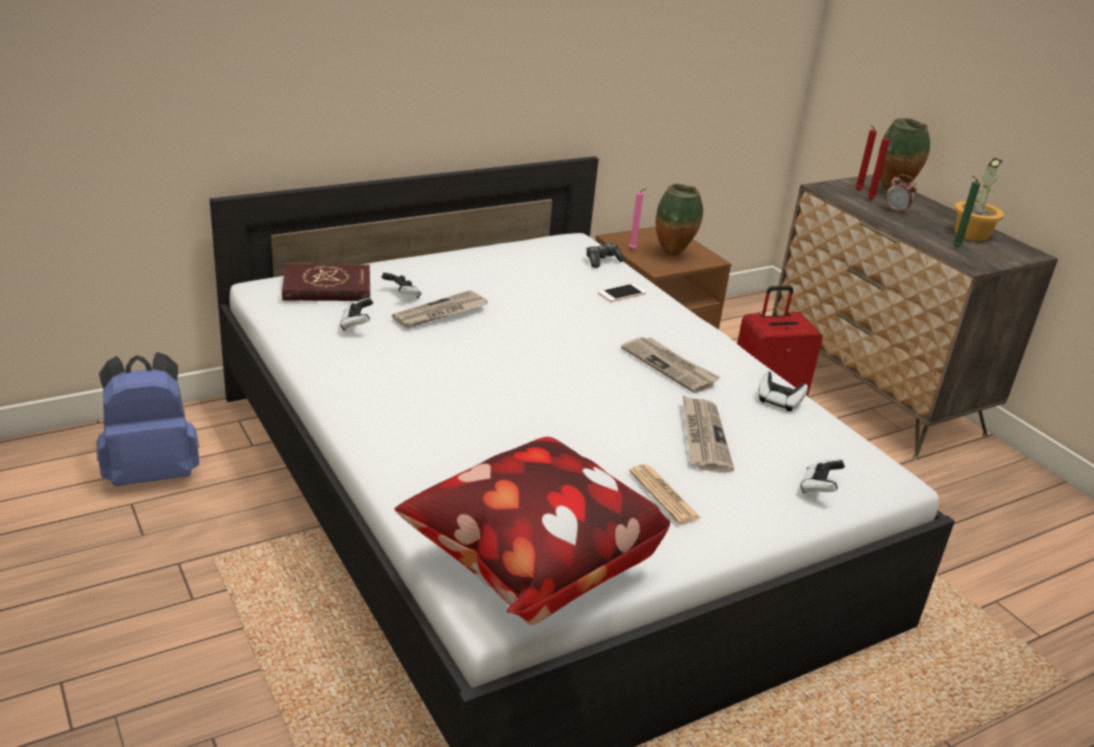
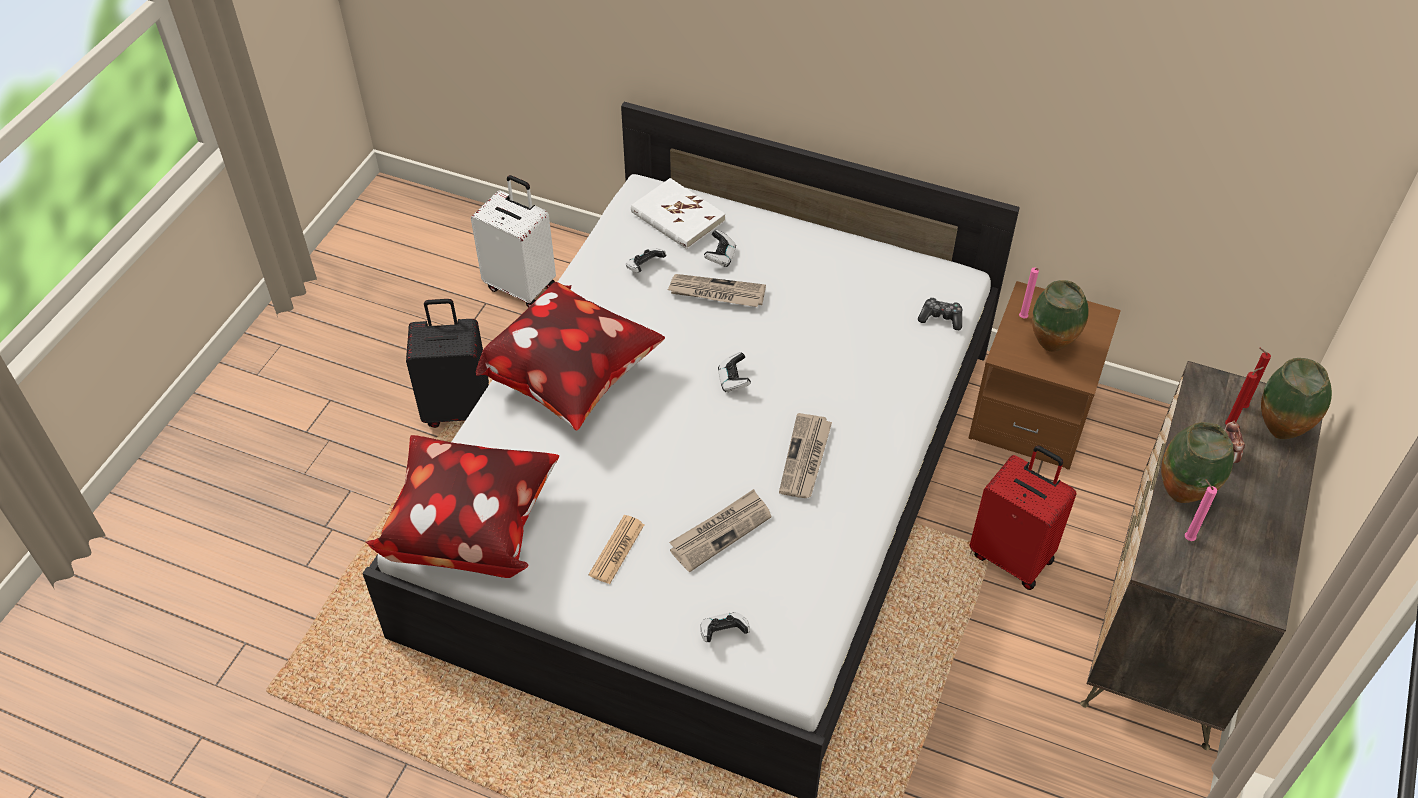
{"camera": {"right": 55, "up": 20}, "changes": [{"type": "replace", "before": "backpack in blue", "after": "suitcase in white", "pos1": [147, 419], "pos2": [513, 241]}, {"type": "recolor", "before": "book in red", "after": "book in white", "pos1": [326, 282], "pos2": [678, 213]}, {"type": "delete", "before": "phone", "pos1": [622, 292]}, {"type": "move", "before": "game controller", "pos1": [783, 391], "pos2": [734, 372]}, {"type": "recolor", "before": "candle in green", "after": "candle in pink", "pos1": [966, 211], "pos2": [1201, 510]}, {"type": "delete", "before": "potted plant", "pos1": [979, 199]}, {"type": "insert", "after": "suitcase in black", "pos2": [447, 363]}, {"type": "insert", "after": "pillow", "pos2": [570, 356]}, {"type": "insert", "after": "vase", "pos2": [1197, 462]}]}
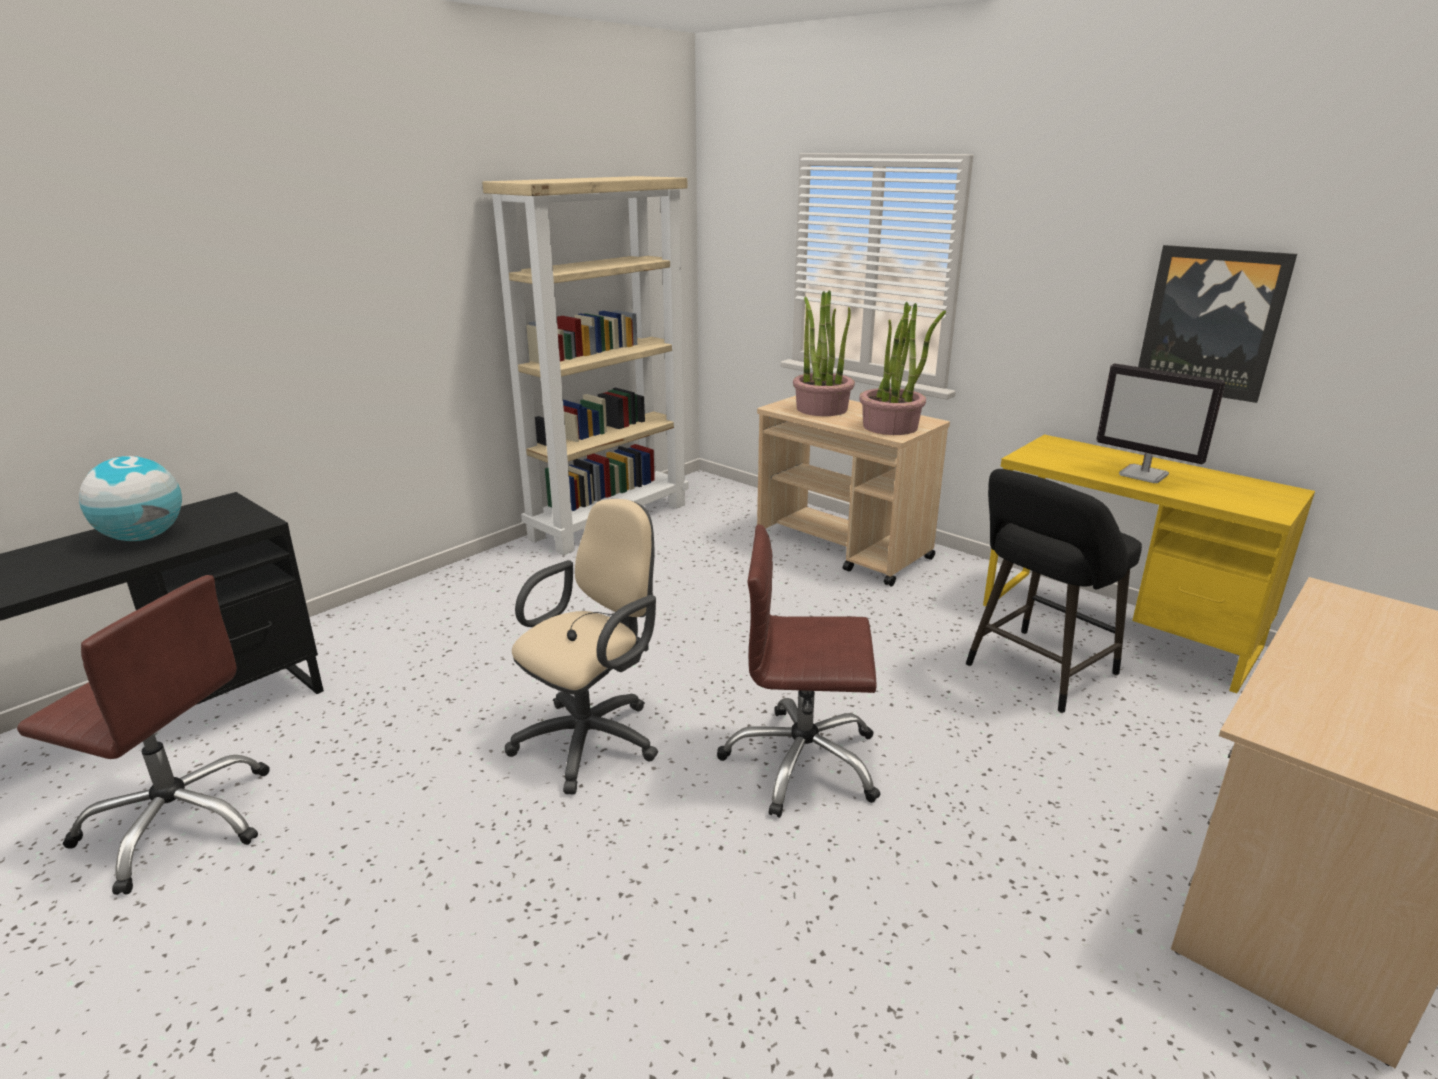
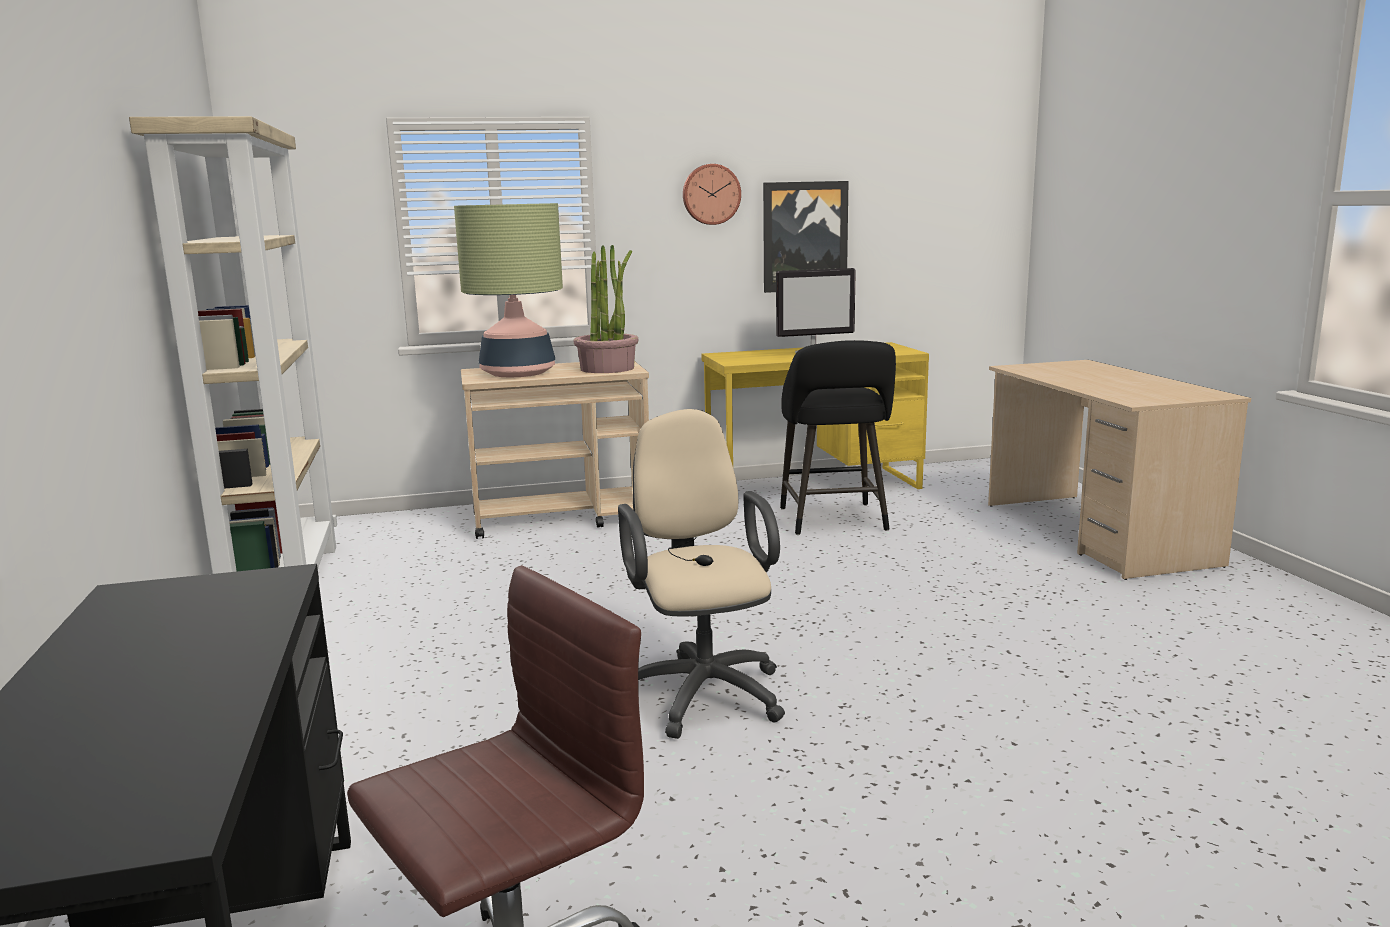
{"camera": {"right": -55, "up": -10}, "changes": [{"type": "delete", "before": "globe", "pos1": [130, 498]}, {"type": "delete", "before": "office chair in brown", "pos1": [799, 671]}, {"type": "replace", "before": "potted plant", "after": "table lamp", "pos1": [824, 353], "pos2": [508, 290]}, {"type": "insert", "after": "wall clock", "pos2": [712, 194]}]}
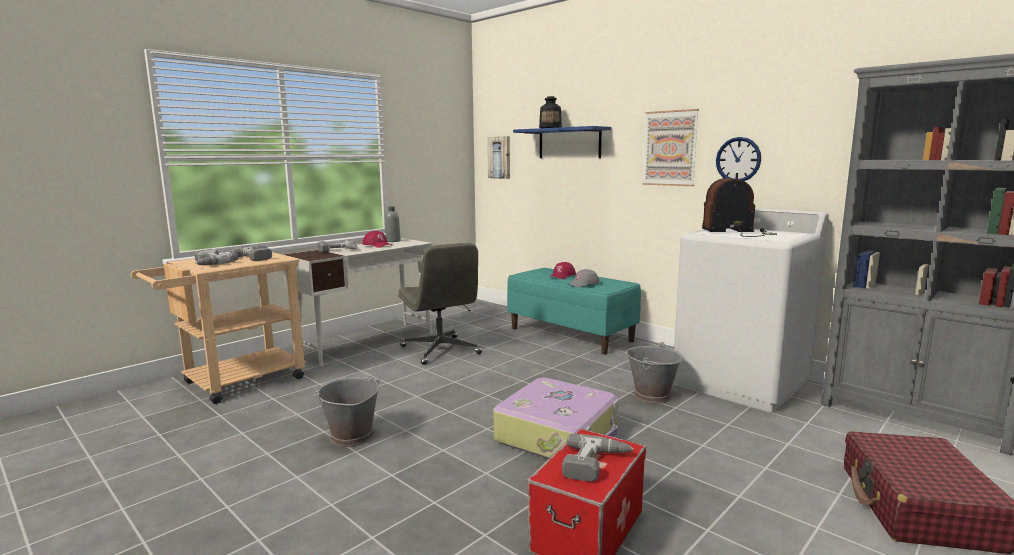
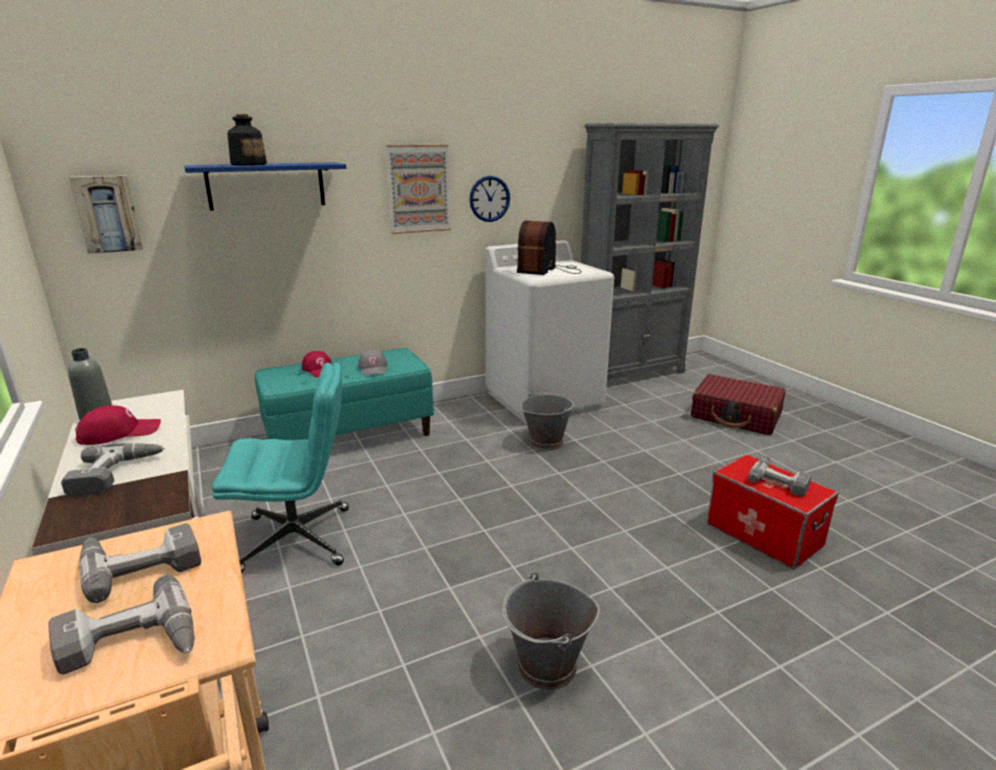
{"camera": {"right": -70, "up": 10}, "changes": [{"type": "recolor", "before": "office chair in grey", "after": "office chair in turquoise", "pos1": [440, 304], "pos2": [280, 468]}, {"type": "delete", "before": "suitcase", "pos1": [556, 418]}]}
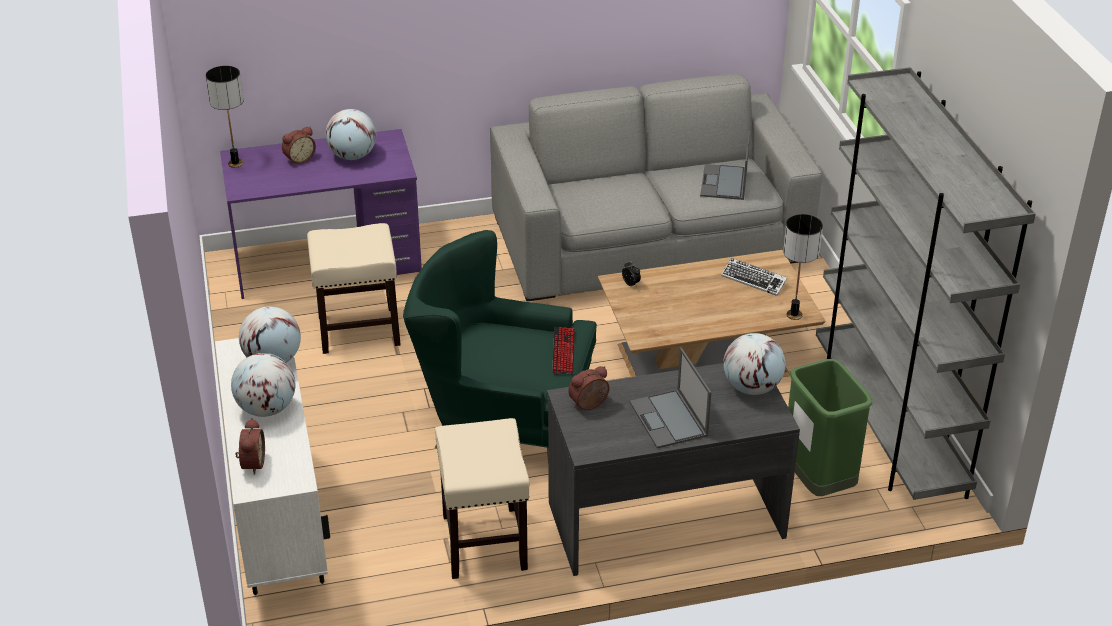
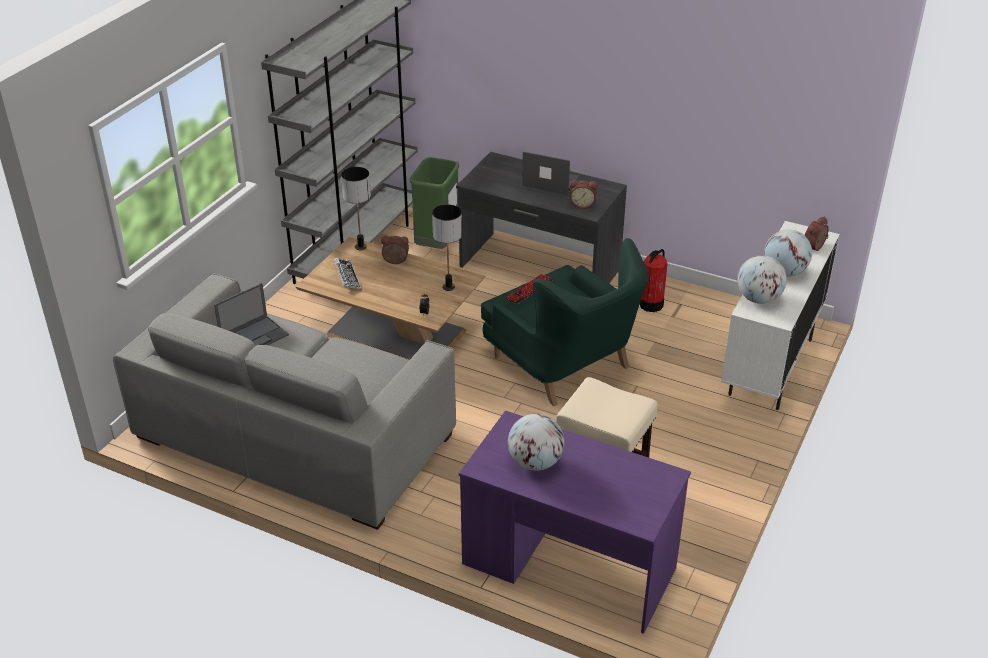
{"camera": {"right": -140, "up": 0}, "changes": [{"type": "move", "before": "table lamp", "pos1": [224, 117], "pos2": [447, 247]}, {"type": "move", "before": "alarm clock", "pos1": [299, 146], "pos2": [395, 250]}, {"type": "replace", "before": "stool in beige", "after": "fire extinguisher", "pos1": [482, 498], "pos2": [654, 280]}, {"type": "rotate", "before": "laptop", "pos1": [670, 398], "pos2": [550, 173], "turn": -90}, {"type": "delete", "before": "globe", "pos1": [754, 364]}]}
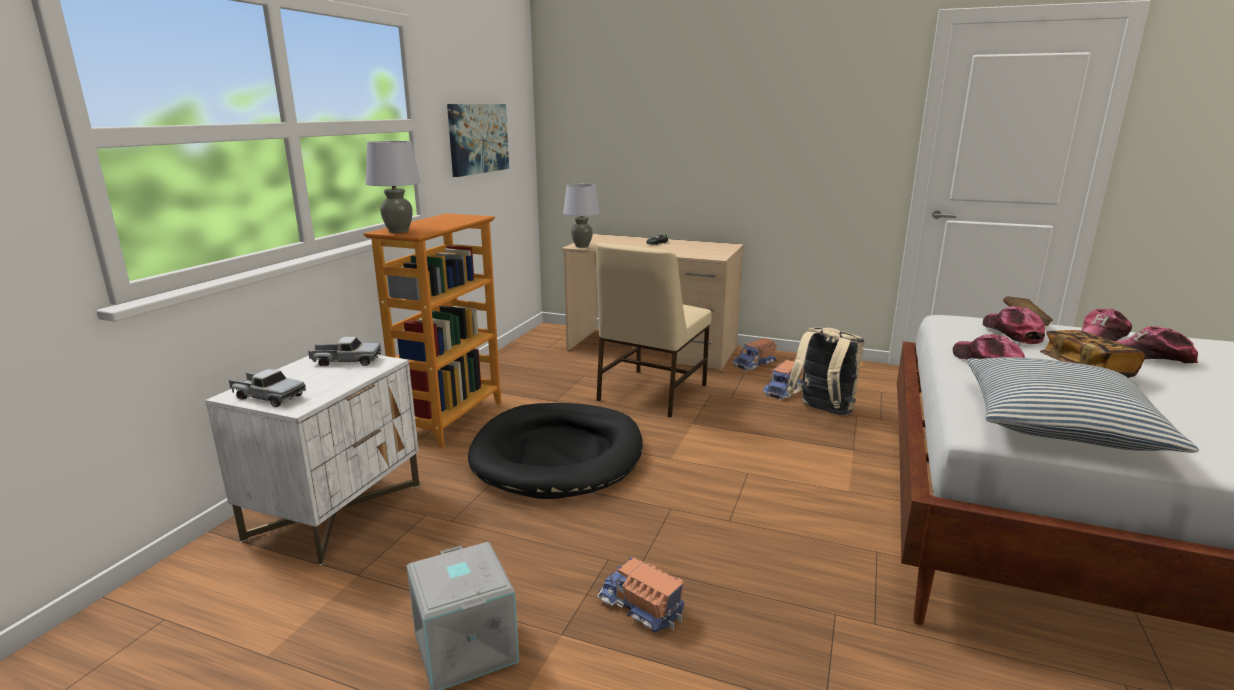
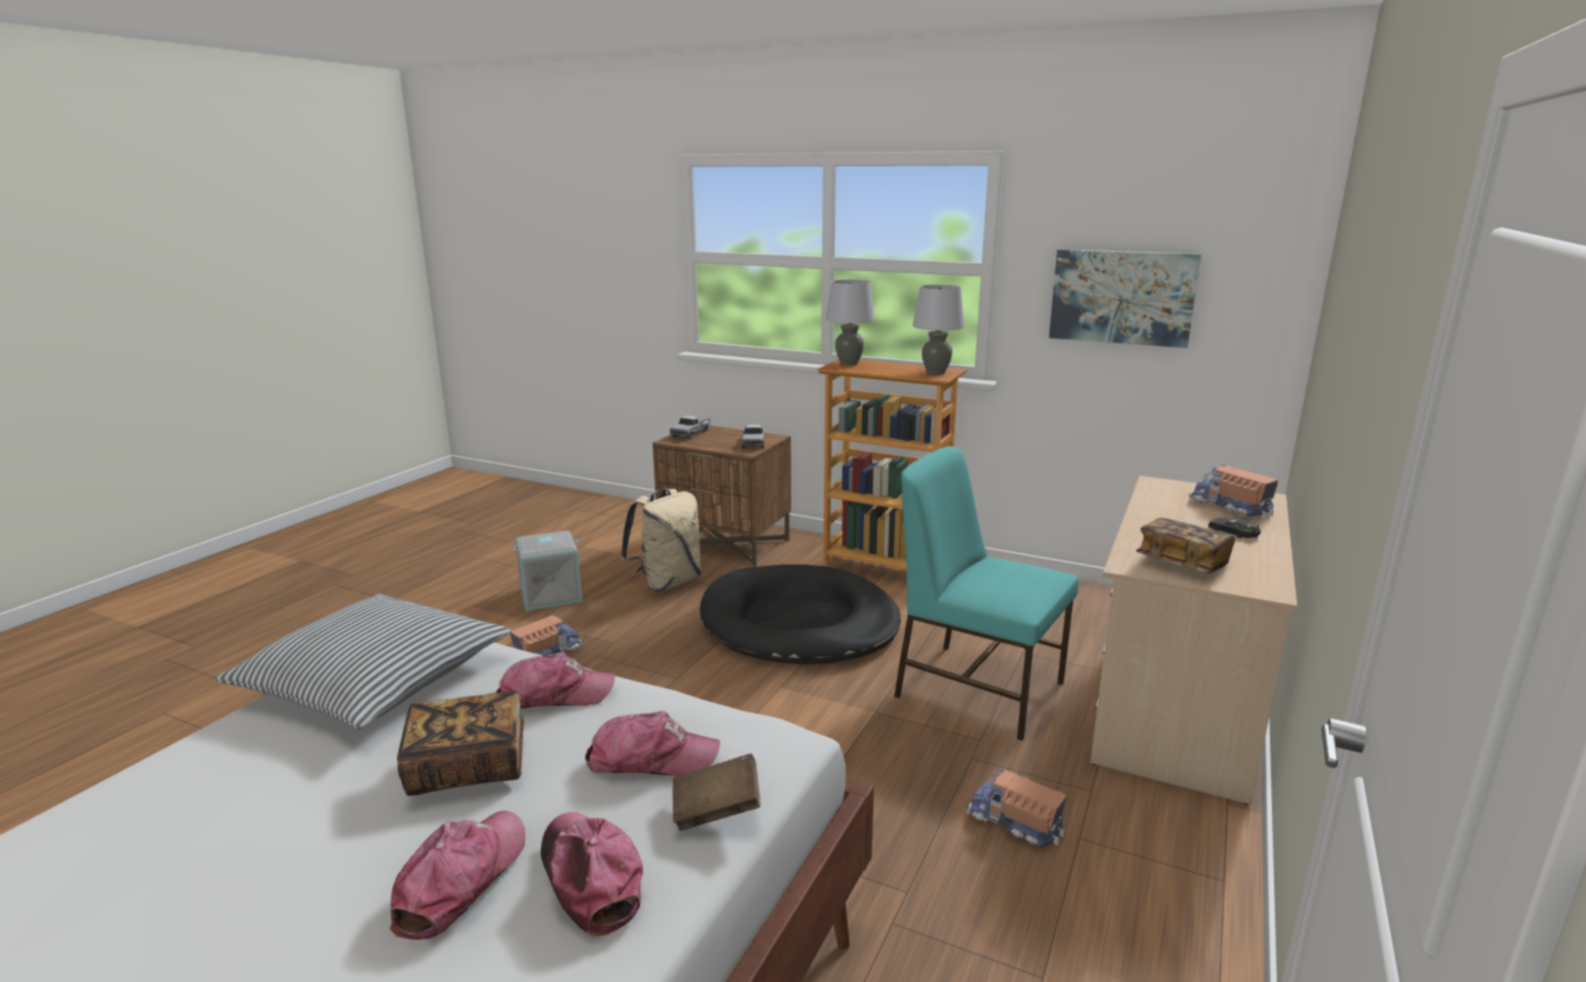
{"camera": {"right": 95, "up": 0}, "changes": [{"type": "recolor", "before": "nightstand in white", "after": "nightstand in brown", "pos1": [312, 460], "pos2": [722, 496]}, {"type": "move", "before": "table lamp in grey", "pos1": [581, 216], "pos2": [939, 329]}, {"type": "recolor", "before": "chair in beige", "after": "chair in turquoise", "pos1": [654, 331], "pos2": [986, 593]}, {"type": "move", "before": "toy truck", "pos1": [755, 354], "pos2": [1233, 492]}, {"type": "move", "before": "backpack in beige", "pos1": [825, 372], "pos2": [660, 540]}, {"type": "insert", "after": "book", "pos2": [1185, 546]}]}
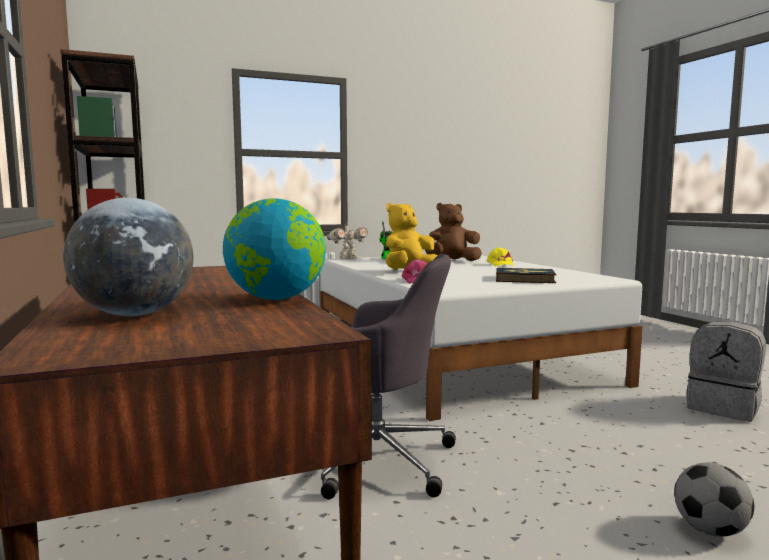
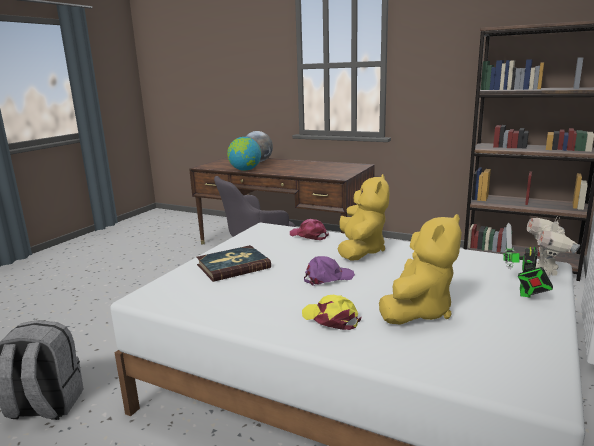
{"camera": {"right": 140, "up": 10}, "changes": [{"type": "recolor", "before": "plush toy in brown", "after": "plush toy in yellow", "pos1": [453, 232], "pos2": [420, 269]}, {"type": "delete", "before": "football", "pos1": [714, 500]}, {"type": "insert", "after": "cap in purple", "pos2": [329, 271]}]}
